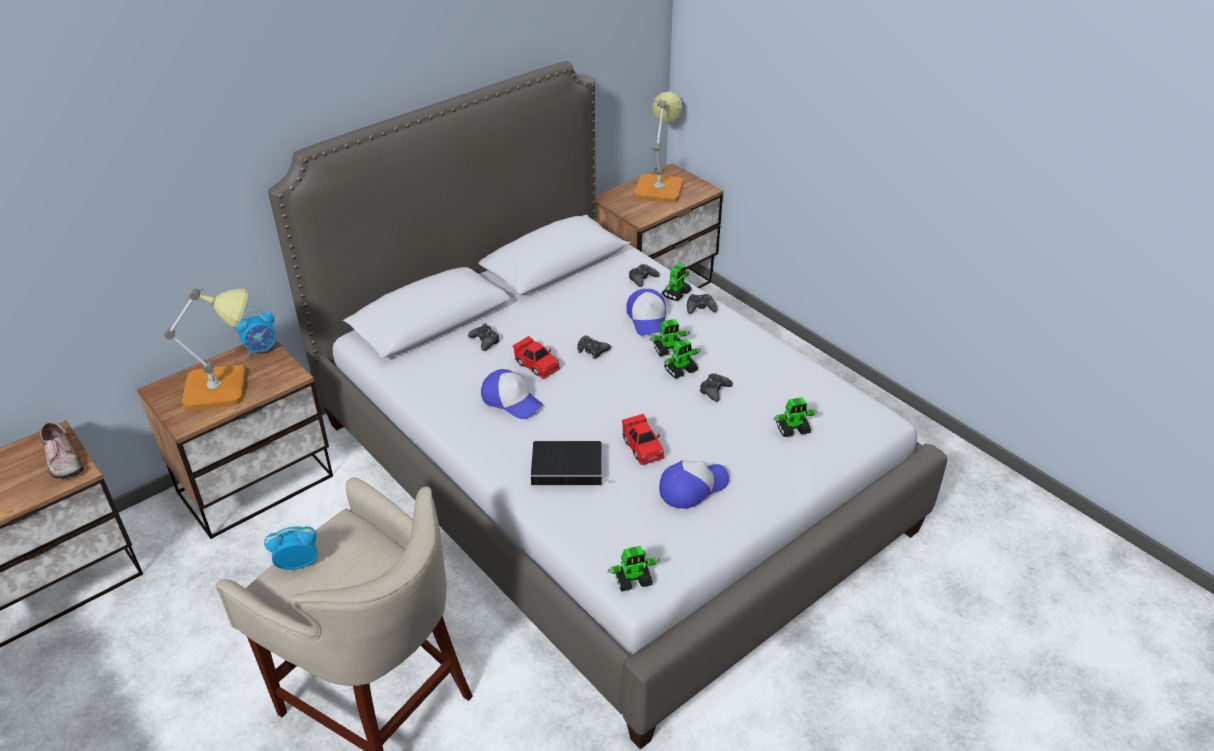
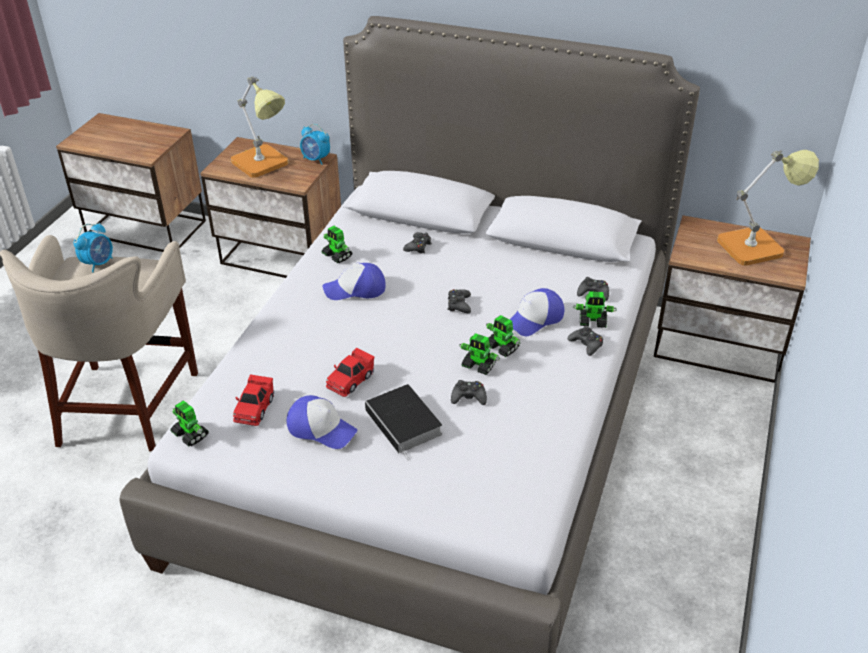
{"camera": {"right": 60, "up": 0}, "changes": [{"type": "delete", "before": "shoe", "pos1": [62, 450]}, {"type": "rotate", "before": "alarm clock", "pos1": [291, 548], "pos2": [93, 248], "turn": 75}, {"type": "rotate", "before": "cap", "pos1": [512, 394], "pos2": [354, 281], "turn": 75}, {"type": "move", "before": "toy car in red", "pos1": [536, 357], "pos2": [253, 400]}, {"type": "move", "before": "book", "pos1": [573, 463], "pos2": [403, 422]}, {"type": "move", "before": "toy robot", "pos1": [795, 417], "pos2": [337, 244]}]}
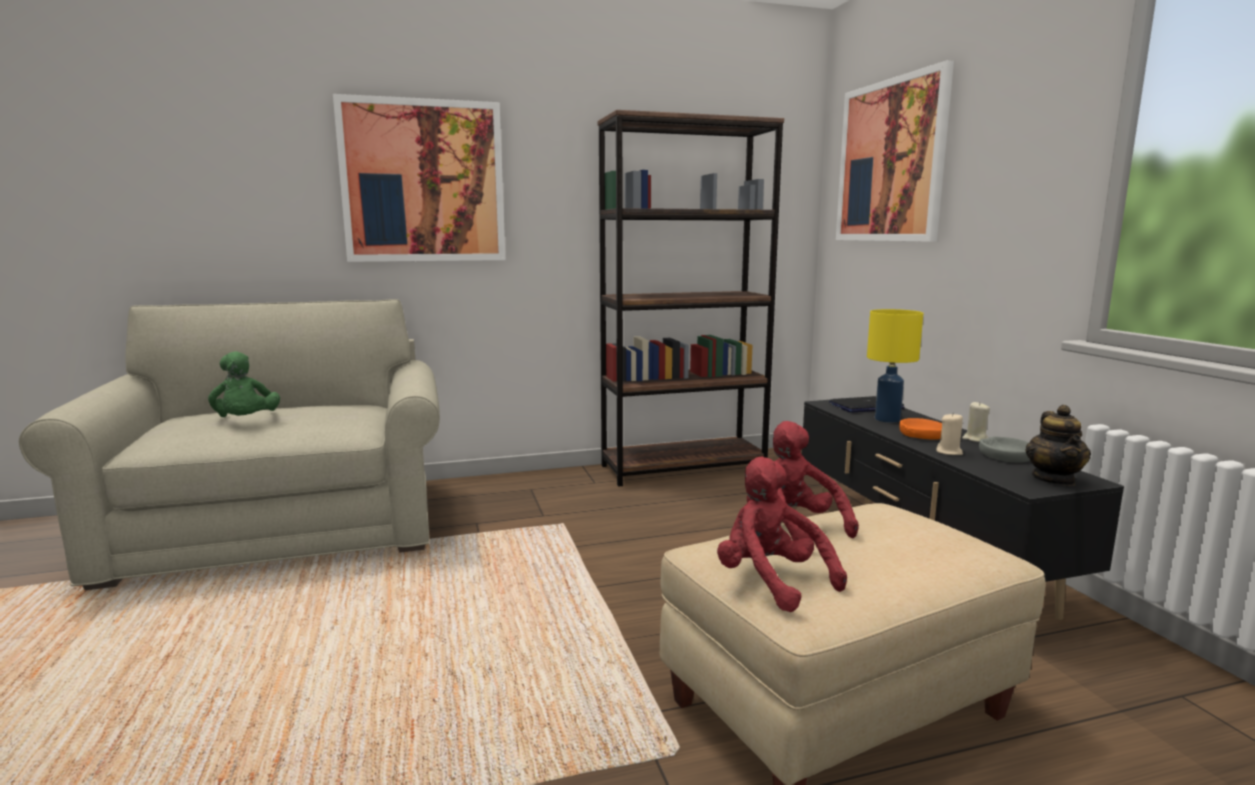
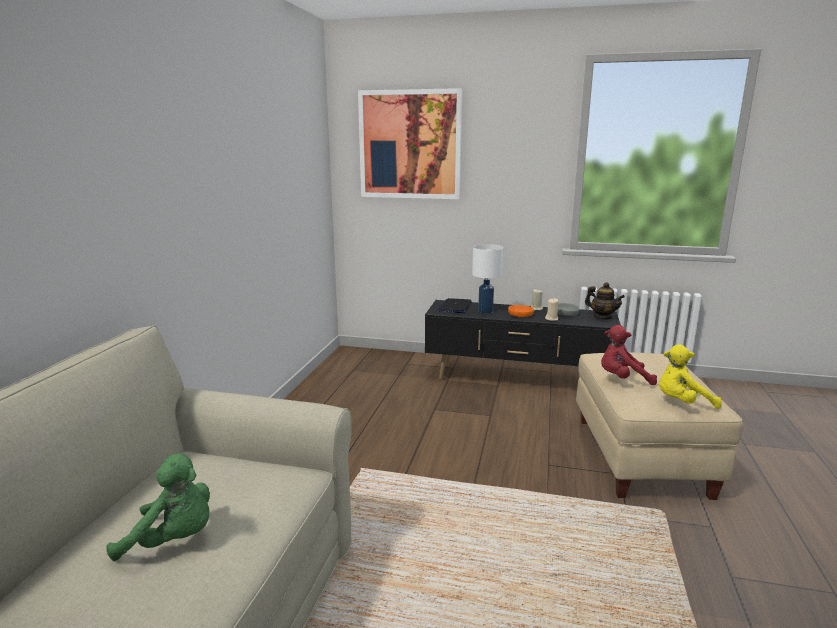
{"camera": {"right": -60, "up": 5}, "changes": [{"type": "delete", "before": "picture", "pos1": [419, 178]}, {"type": "delete", "before": "bookcase in brown", "pos1": [691, 298]}, {"type": "recolor", "before": "plush toy in red", "after": "plush toy in yellow", "pos1": [782, 534], "pos2": [690, 376]}, {"type": "recolor", "before": "table lamp in yellow", "after": "table lamp in white", "pos1": [895, 366], "pos2": [487, 278]}]}
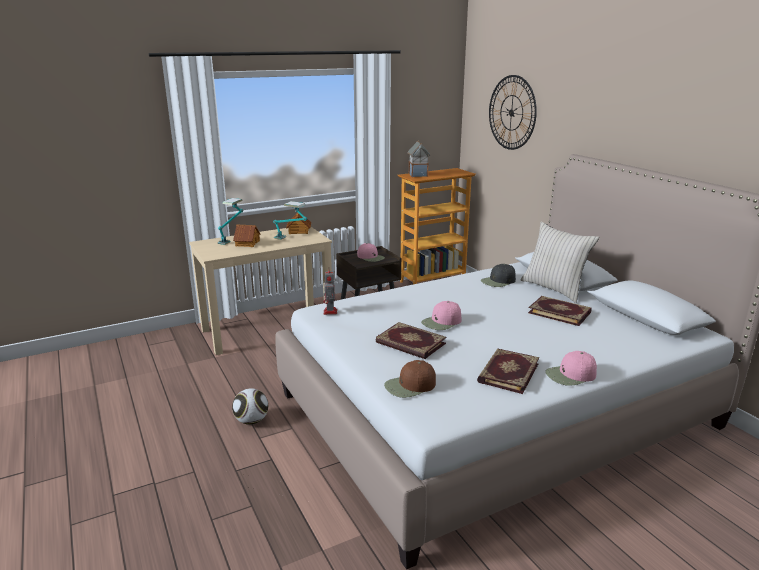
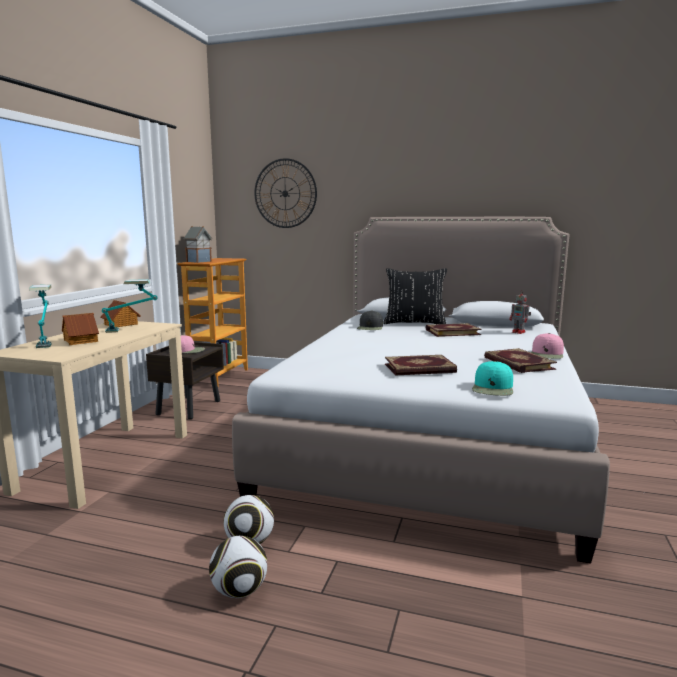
{"camera": {"right": -45, "up": -10}, "changes": [{"type": "move", "before": "toy robot", "pos1": [330, 293], "pos2": [520, 312]}, {"type": "recolor", "before": "cap in brown", "after": "cap in turquoise", "pos1": [410, 379], "pos2": [492, 378]}, {"type": "delete", "before": "cap in pink", "pos1": [441, 315]}, {"type": "recolor", "before": "pillow in beige", "after": "pillow in black", "pos1": [560, 262], "pos2": [415, 296]}, {"type": "insert", "after": "football", "pos2": [238, 567]}]}
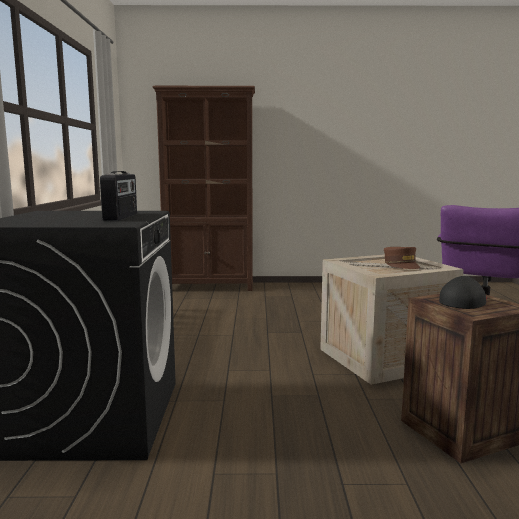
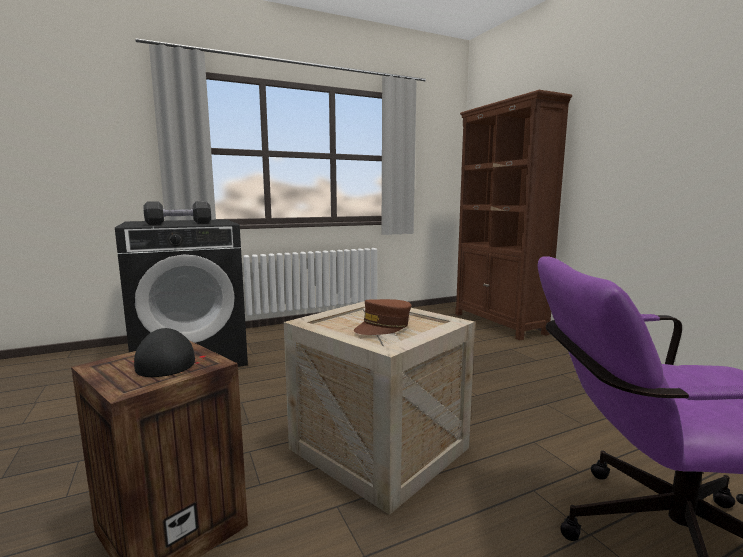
{"camera": {"right": 65, "up": 0}, "changes": [{"type": "replace", "before": "radio", "after": "dumbbell in black", "pos1": [118, 196], "pos2": [177, 213]}, {"type": "rotate", "before": "cap in black", "pos1": [463, 292], "pos2": [164, 352], "turn": -135}]}
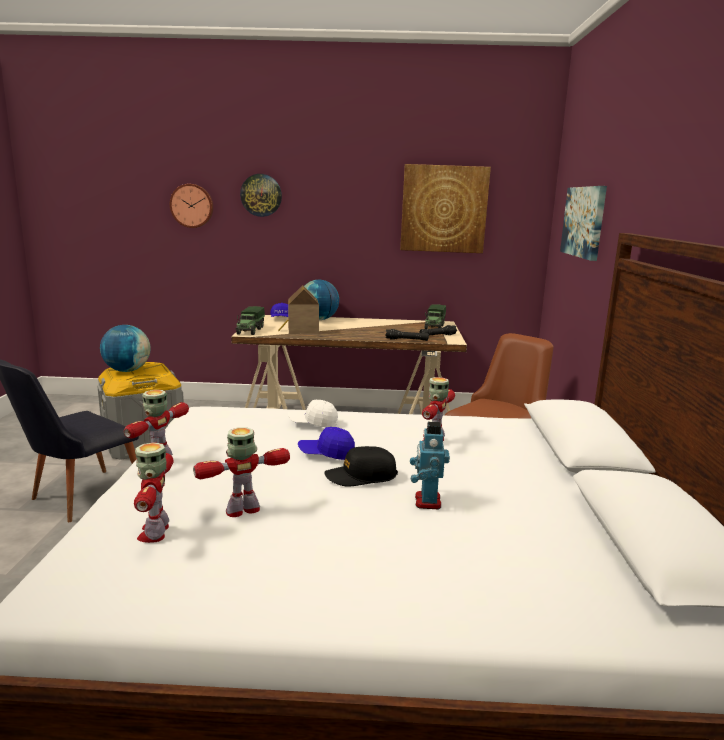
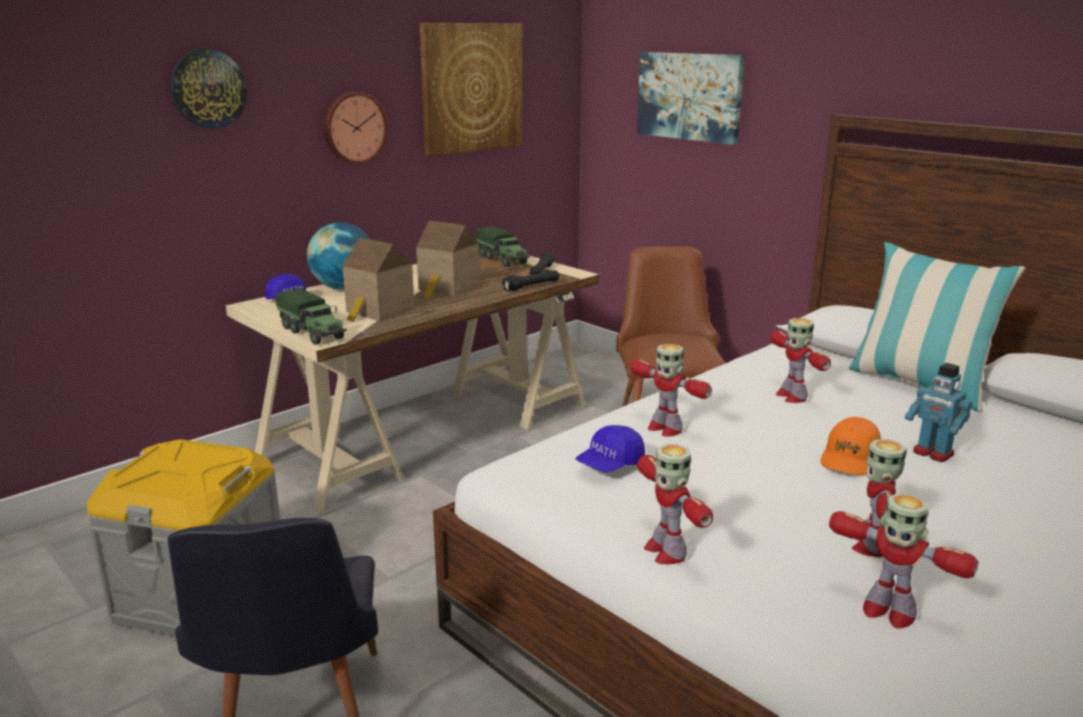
{"camera": {"right": -45, "up": 5}, "changes": [{"type": "delete", "before": "globe", "pos1": [125, 348]}, {"type": "move", "before": "wall clock", "pos1": [191, 206], "pos2": [356, 128]}, {"type": "replace", "before": "cap in white", "after": "toy robot", "pos1": [313, 413], "pos2": [671, 390]}, {"type": "move", "before": "cap in blue", "pos1": [326, 443], "pos2": [610, 449]}, {"type": "recolor", "before": "cap in black", "after": "cap in orange", "pos1": [361, 466], "pos2": [851, 446]}, {"type": "insert", "after": "toy house", "pos2": [448, 259]}, {"type": "insert", "after": "pillow", "pos2": [937, 327]}]}
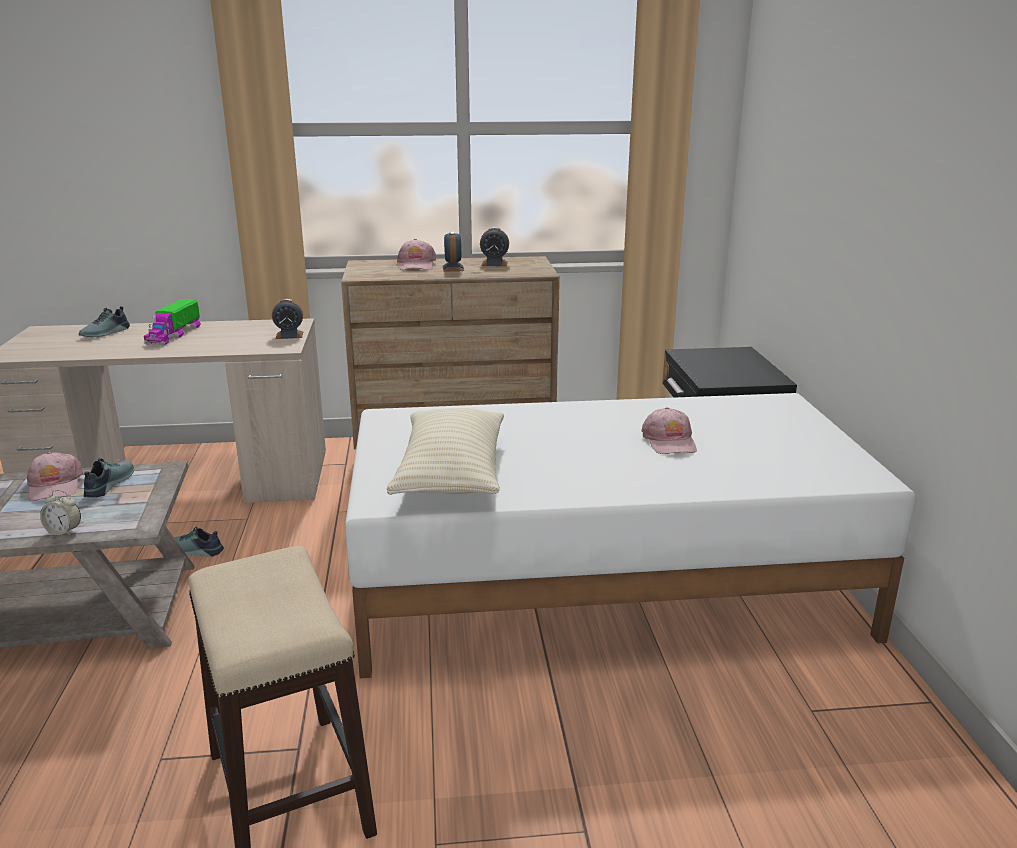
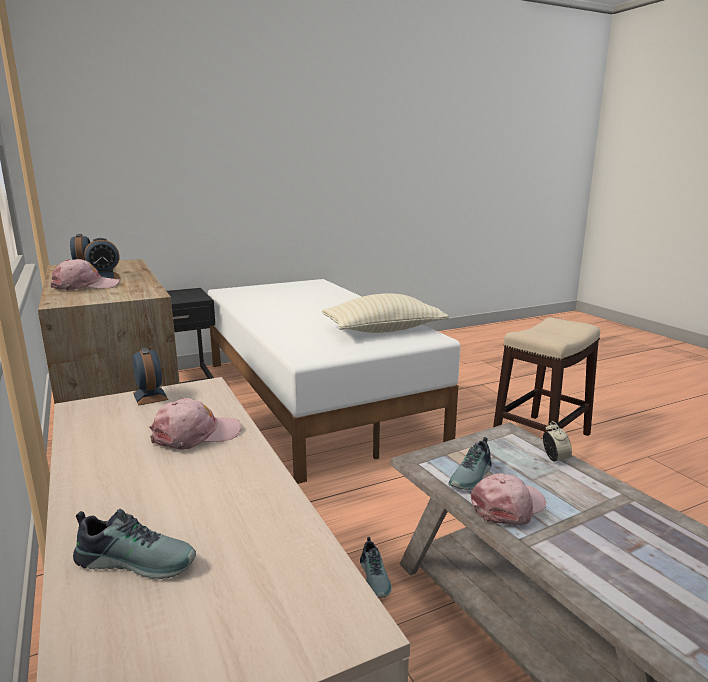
{"camera": {"right": -110, "up": -5}, "changes": [{"type": "rotate", "before": "shoe", "pos1": [109, 477], "pos2": [470, 463], "turn": -45}, {"type": "delete", "before": "toy truck", "pos1": [172, 322]}, {"type": "move", "before": "cap in pink", "pos1": [669, 430], "pos2": [195, 424]}]}
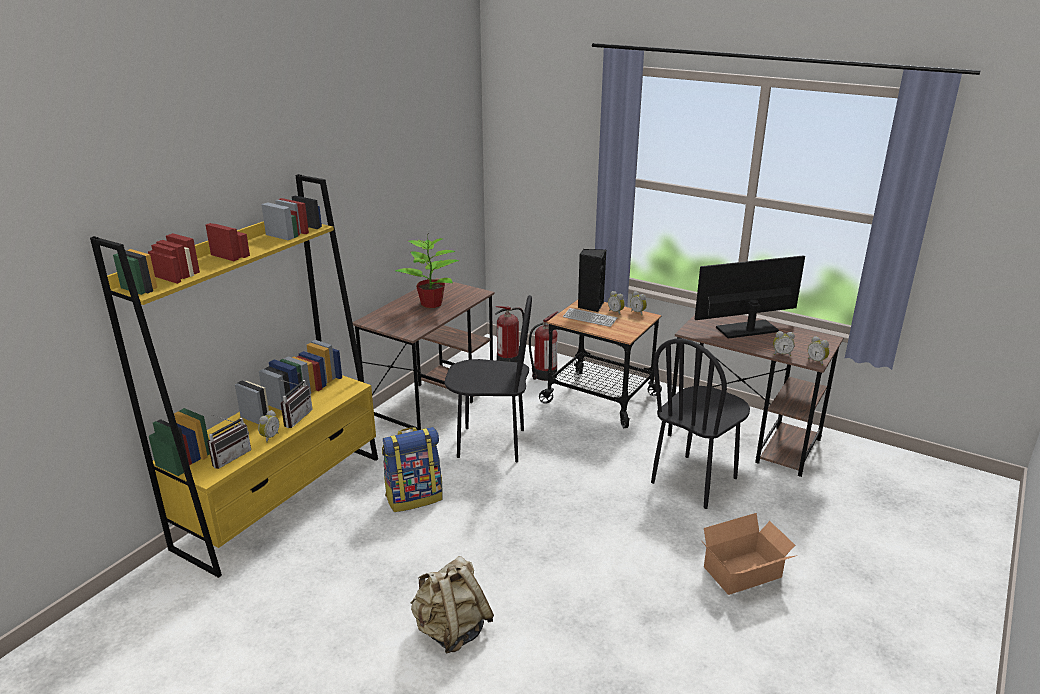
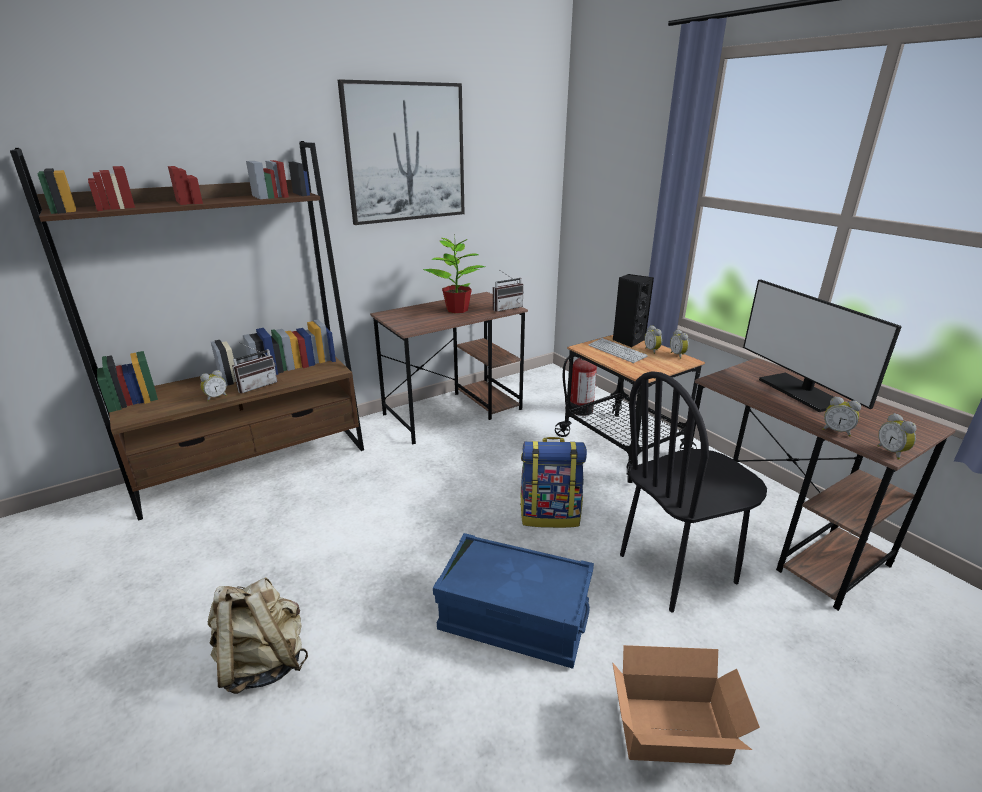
{"camera": {"right": 25, "up": 0}, "changes": [{"type": "recolor", "before": "bookcase in yellow", "after": "bookcase in brown", "pos1": [234, 376], "pos2": [187, 331]}, {"type": "move", "before": "radio", "pos1": [229, 441], "pos2": [508, 291]}, {"type": "move", "before": "backpack", "pos1": [412, 469], "pos2": [553, 482]}, {"type": "delete", "before": "chair in black", "pos1": [488, 379]}, {"type": "delete", "before": "fire extinguisher", "pos1": [509, 334]}, {"type": "rotate", "before": "monitor", "pos1": [750, 297], "pos2": [822, 345], "turn": -120}, {"type": "insert", "after": "picture", "pos2": [401, 152]}, {"type": "insert", "after": "storage box in blue", "pos2": [513, 601]}]}
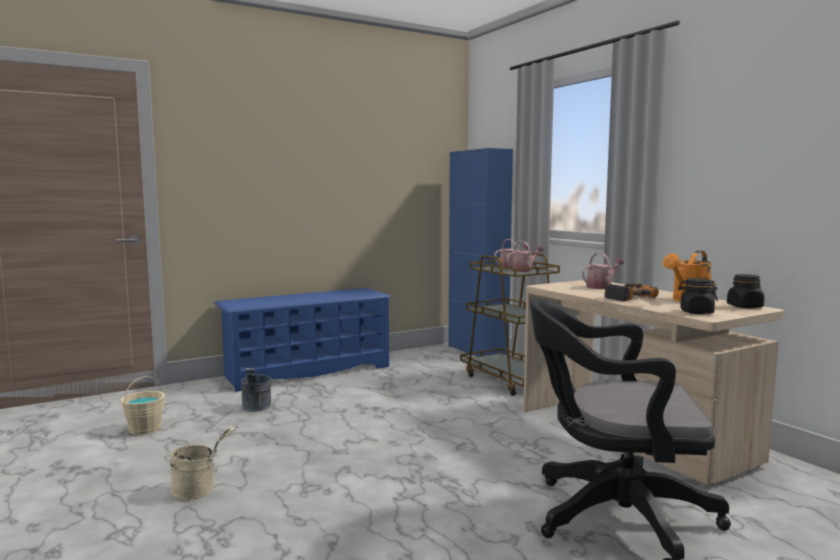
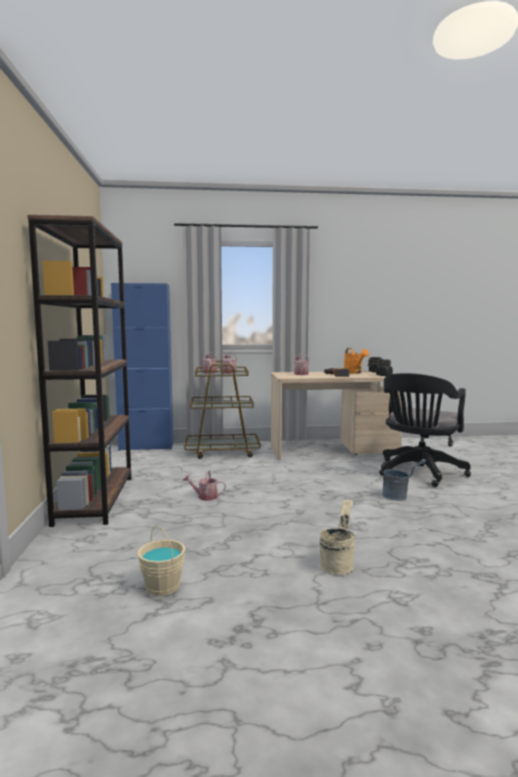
{"camera": {"right": -65, "up": 0}, "changes": [{"type": "replace", "before": "shoe rack in blue", "after": "bookcase in brown", "pos1": [303, 340], "pos2": [79, 371]}, {"type": "move", "before": "bucket in grey", "pos1": [256, 390], "pos2": [404, 480]}, {"type": "insert", "after": "watering can", "pos2": [204, 485]}]}
